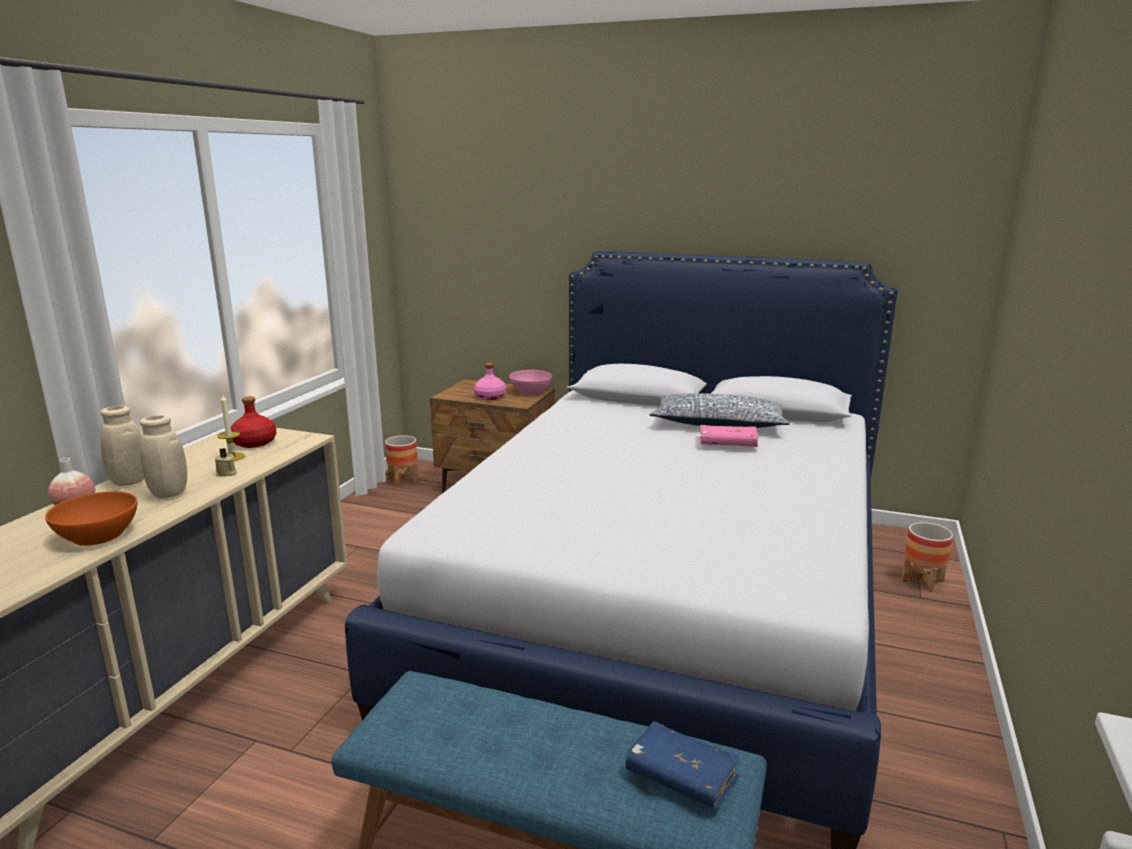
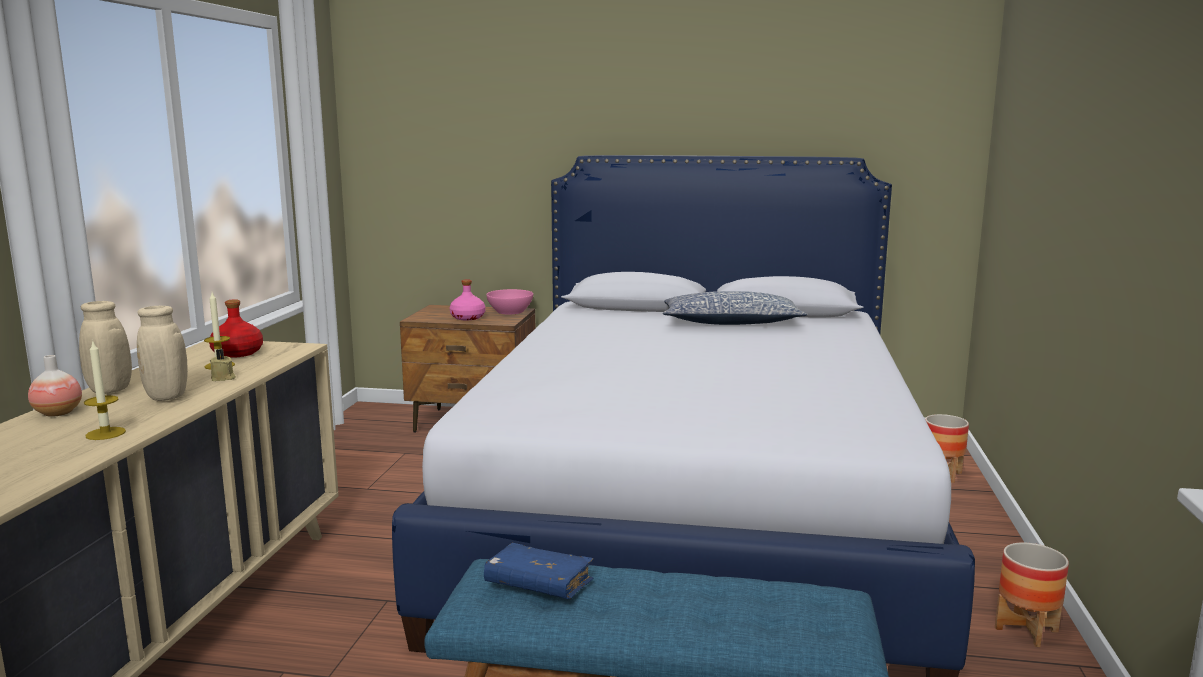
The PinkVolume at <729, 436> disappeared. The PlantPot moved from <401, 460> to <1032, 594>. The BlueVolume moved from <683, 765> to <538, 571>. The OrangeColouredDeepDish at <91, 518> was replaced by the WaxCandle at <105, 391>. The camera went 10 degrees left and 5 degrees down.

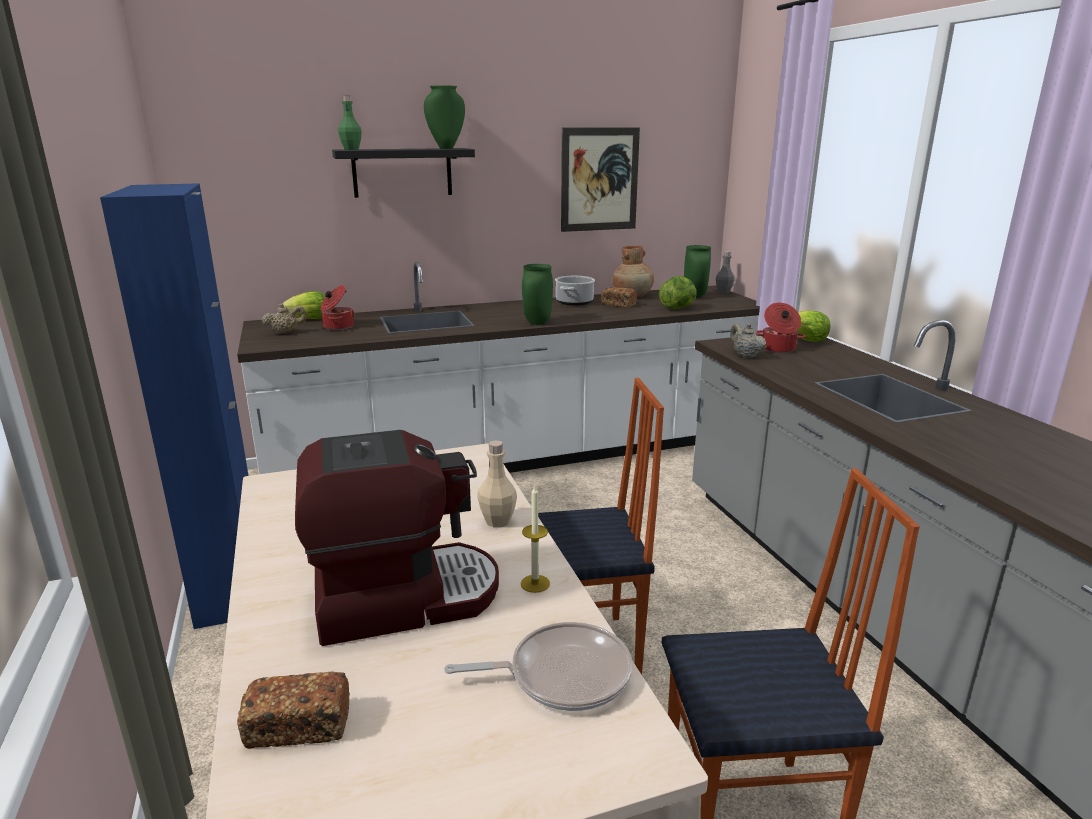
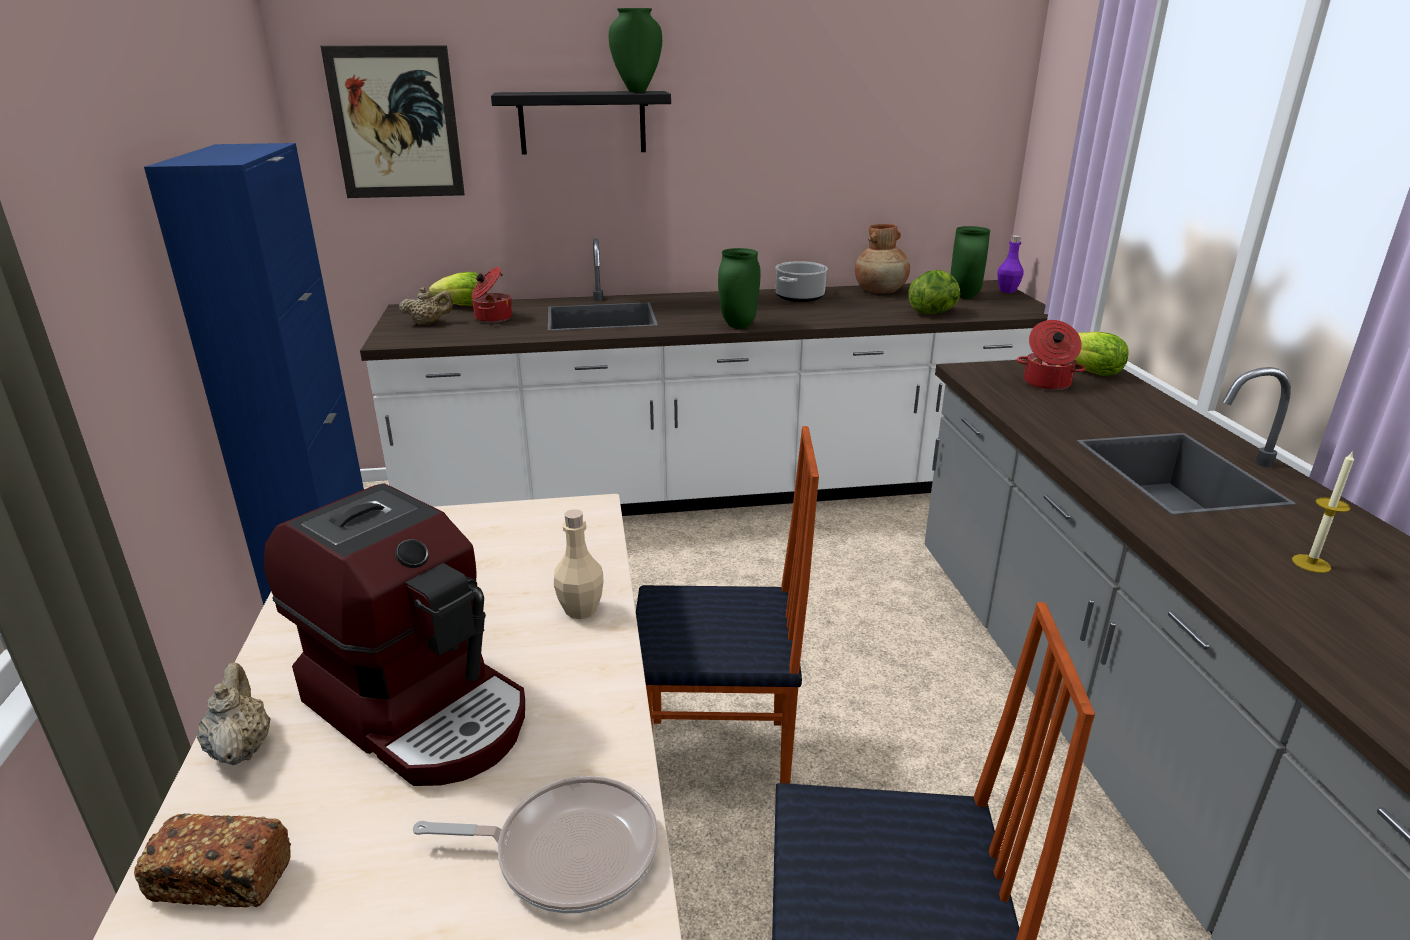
The GreenBottle at <350, 122> disappeared. The BakeryBread at <619, 297> disappeared. The WaxCandle moved from <535, 539> to <1323, 512>. The Picture moved from <600, 179> to <392, 122>. The SandColouredPotForTea moved from <748, 340> to <234, 713>. The GrayBottle at <725, 272> became the PurpleColouredBottle at <1010, 264>. The CoffeeMachine at <397, 538> turned 45 degrees clockwise. The camera went 10 degrees right and 5 degrees up.

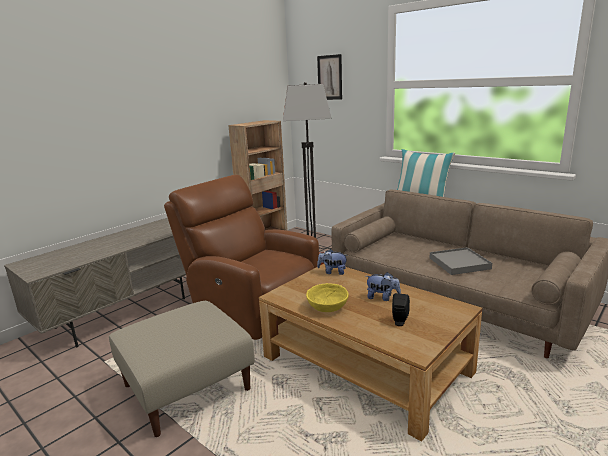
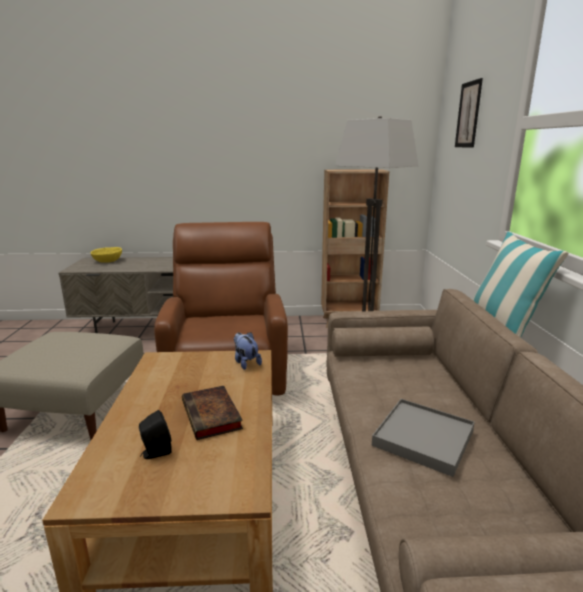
The YellowDeepDish moved from <327, 297> to <106, 255>. The CuddlyToy at <383, 286> was replaced by the Volume at <212, 413>. The camera went 45 degrees right and 0 degrees up.

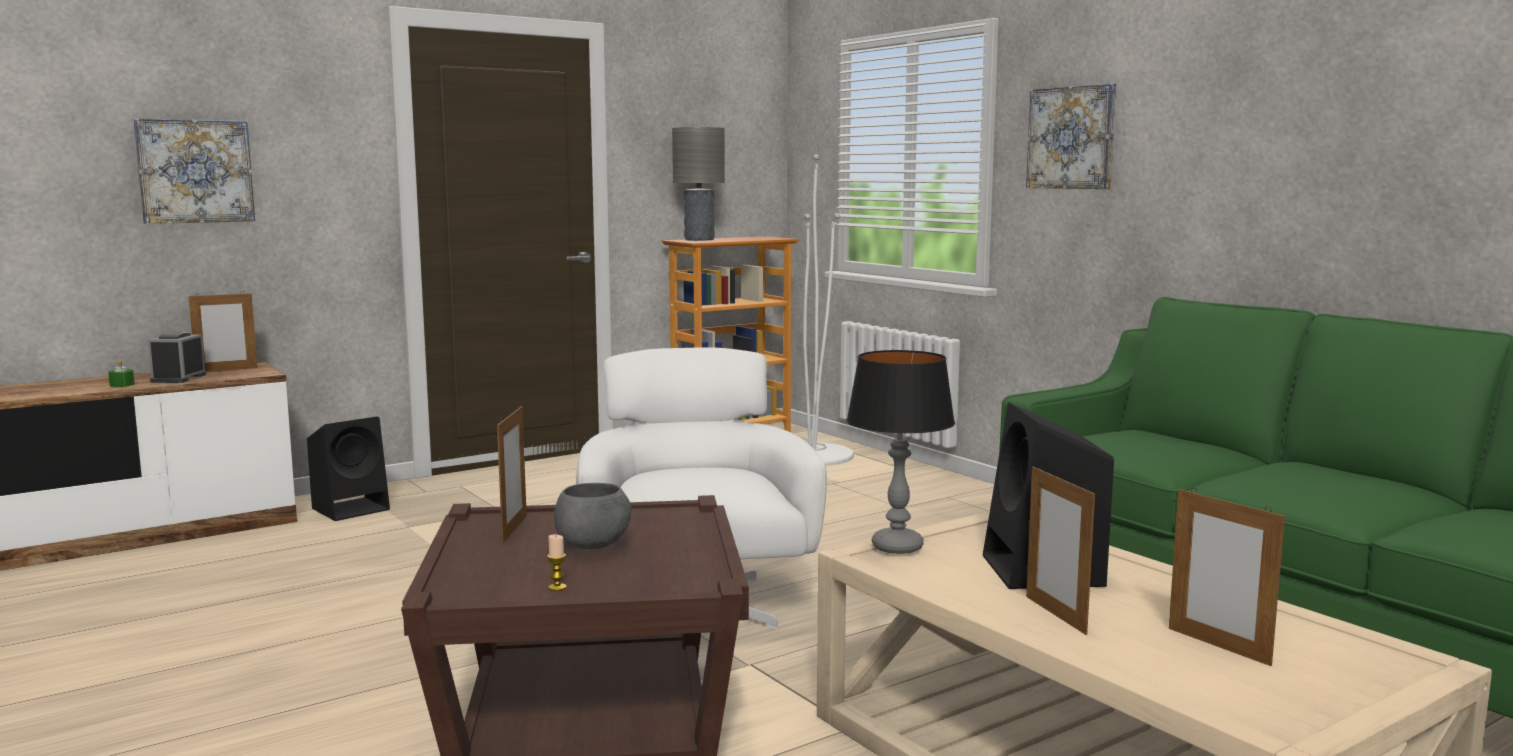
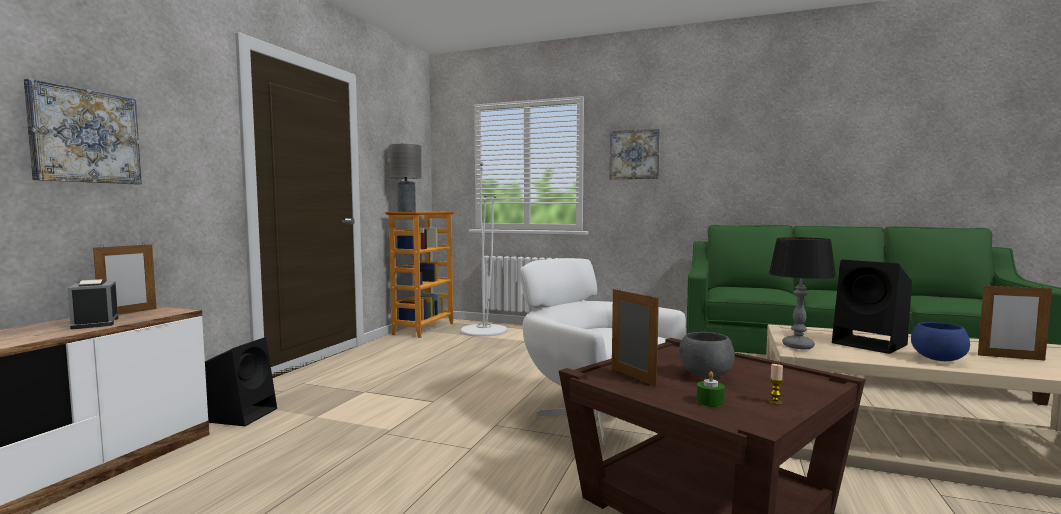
The GreenWaxCandle moved from <121, 373> to <711, 389>. The PictureFrame at <1060, 550> was replaced by the BlueDeepDish at <940, 341>. The camera went 35 degrees left and 5 degrees down.

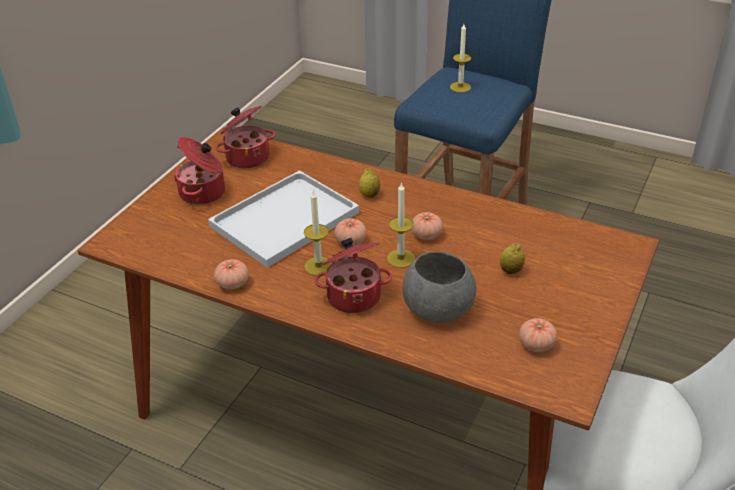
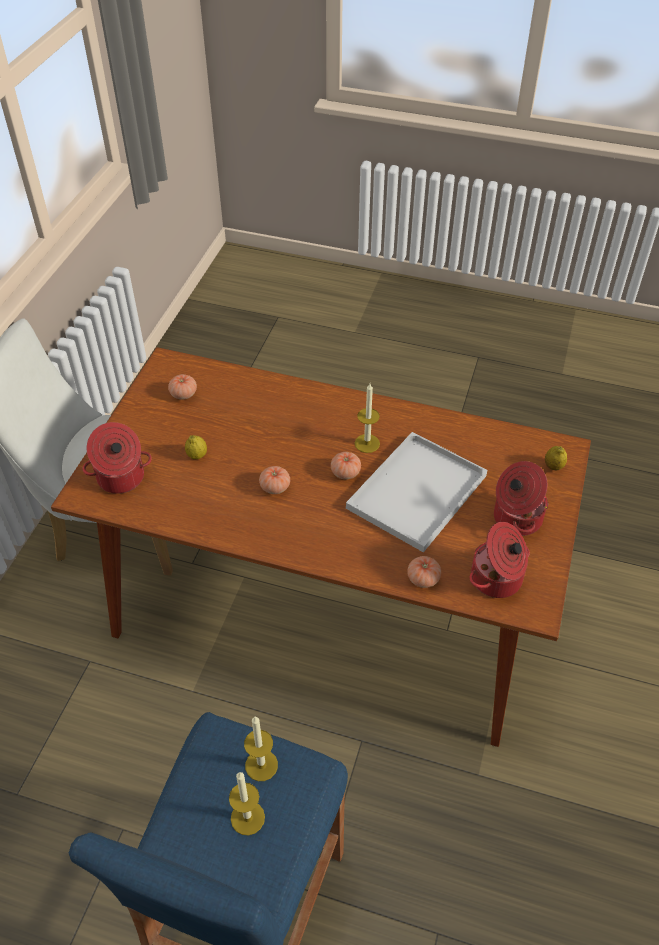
The GrayDeepDish at <439, 287> disappeared. The Tomato moved from <231, 274> to <424, 572>. The Saucepot moved from <353, 275> to <117, 458>. The WholeLemon moved from <369, 183> to <556, 458>. The WaxCandle moved from <401, 225> to <261, 749>. The camera went 170 degrees right and 10 degrees up.

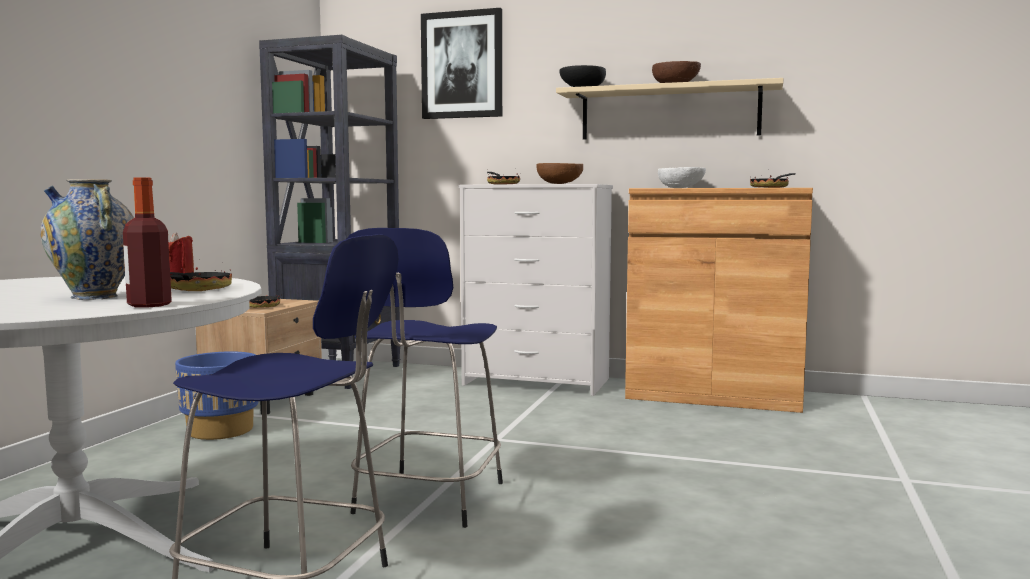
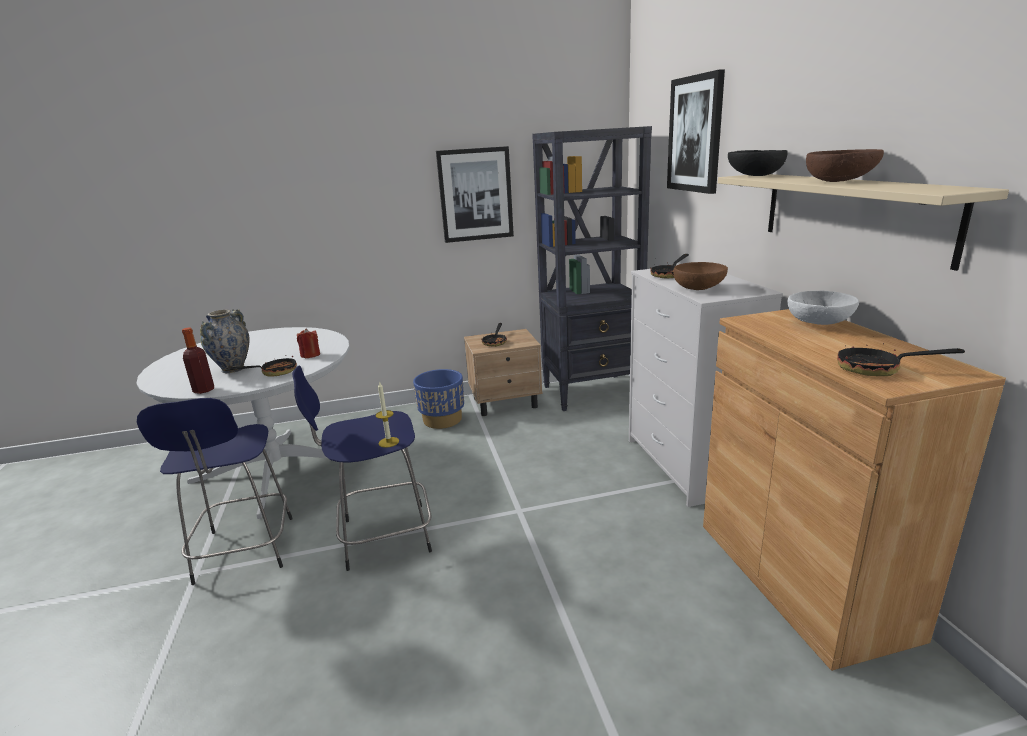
The WaxCandle at <387, 414> appeared. The Picture at <475, 194> appeared. The camera went 60 degrees right and 15 degrees up.

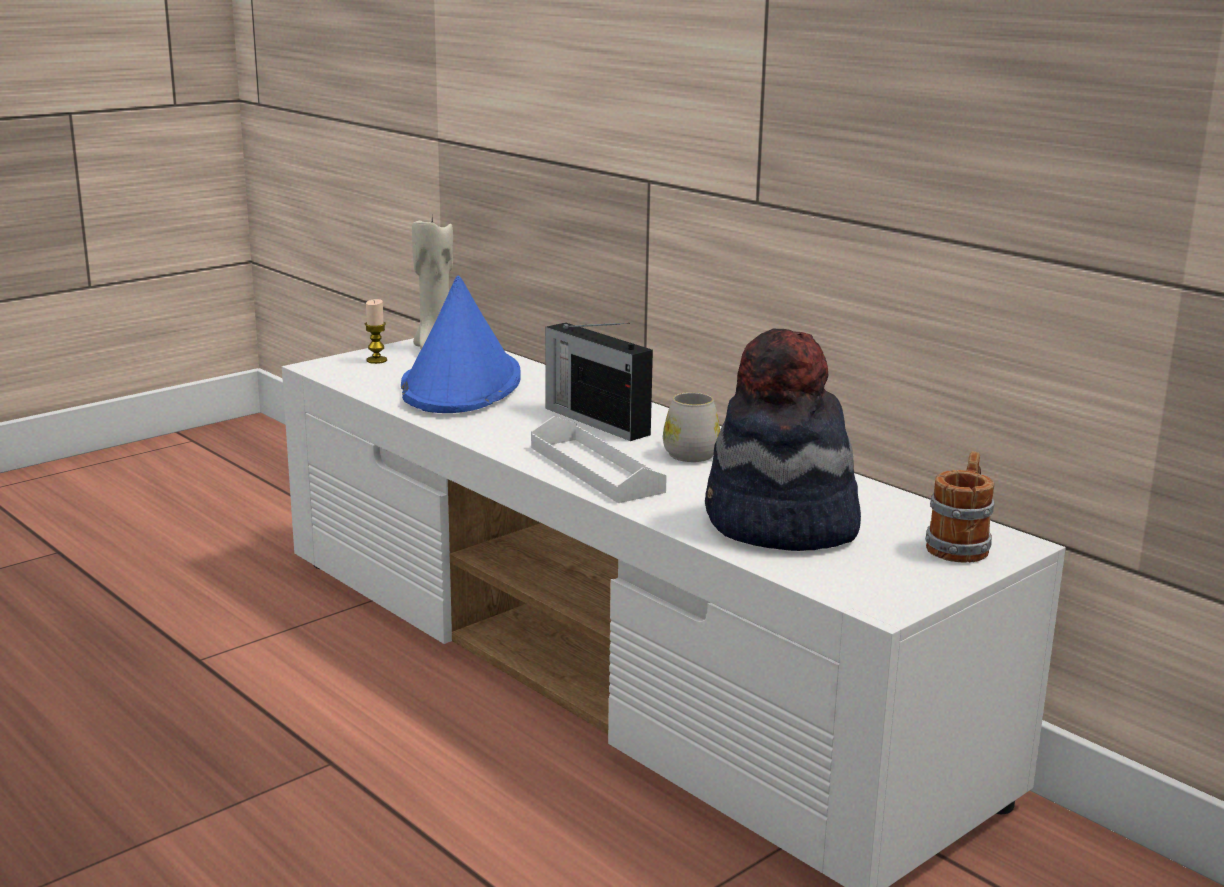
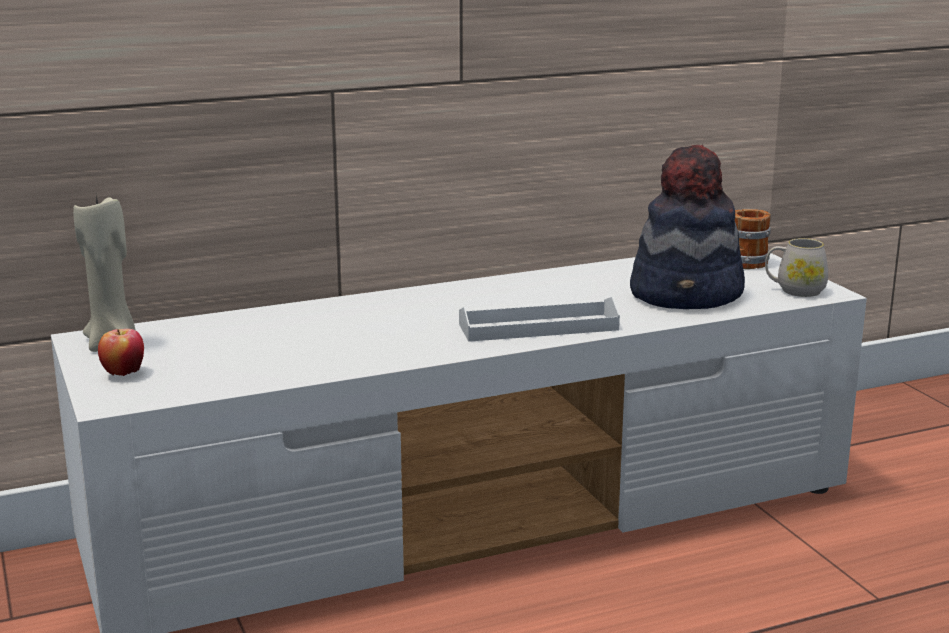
The BlueHat at <461, 344> disappeared. The RadioSet at <599, 381> disappeared. The WhiteColouredMug moved from <691, 427> to <796, 267>. The WaxCandle at <376, 331> was replaced by the WholeApple at <121, 352>. The camera went 70 degrees left and 0 degrees up.

